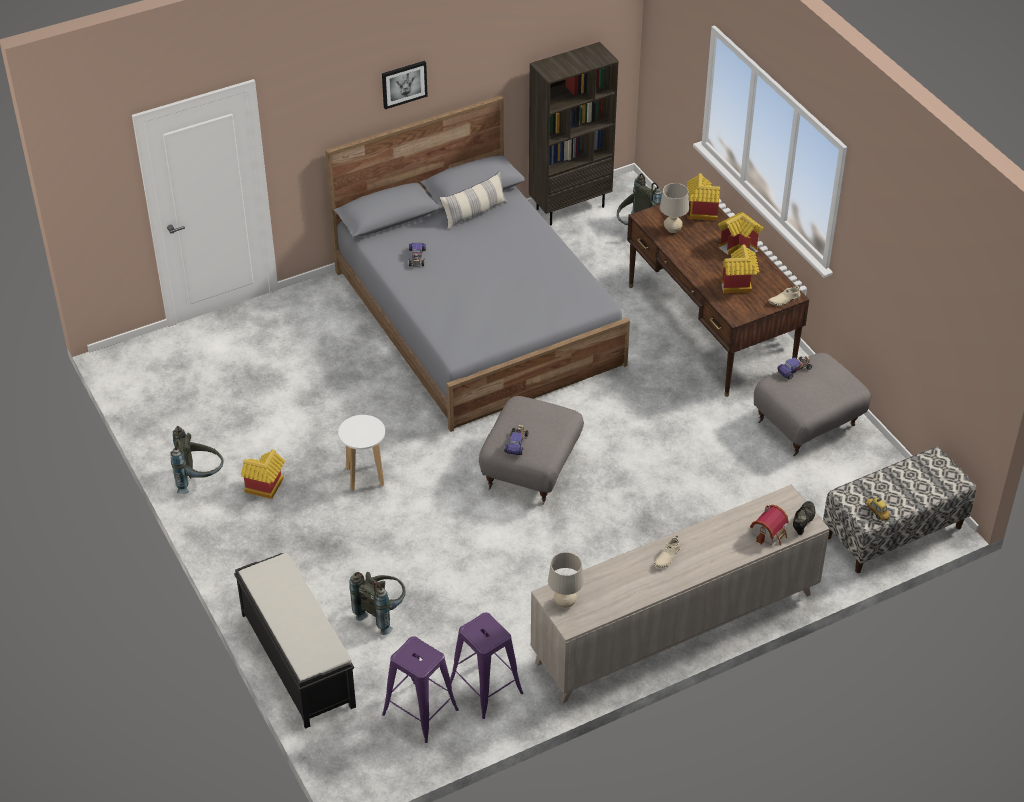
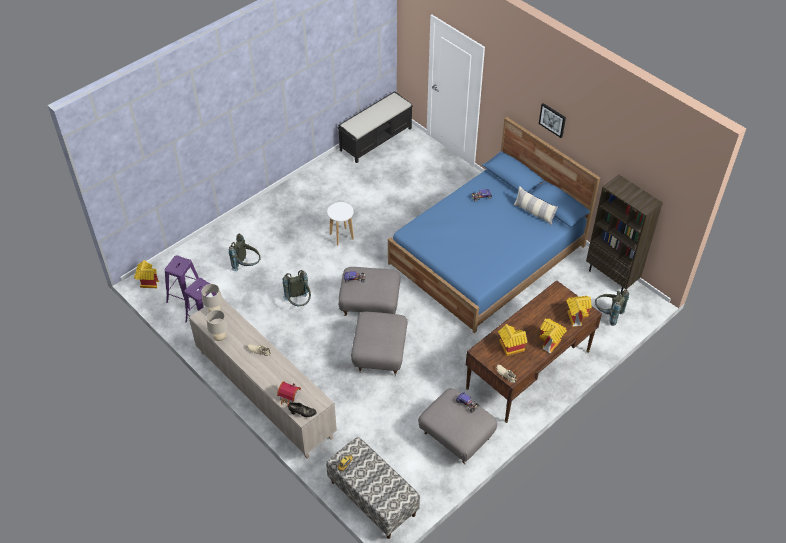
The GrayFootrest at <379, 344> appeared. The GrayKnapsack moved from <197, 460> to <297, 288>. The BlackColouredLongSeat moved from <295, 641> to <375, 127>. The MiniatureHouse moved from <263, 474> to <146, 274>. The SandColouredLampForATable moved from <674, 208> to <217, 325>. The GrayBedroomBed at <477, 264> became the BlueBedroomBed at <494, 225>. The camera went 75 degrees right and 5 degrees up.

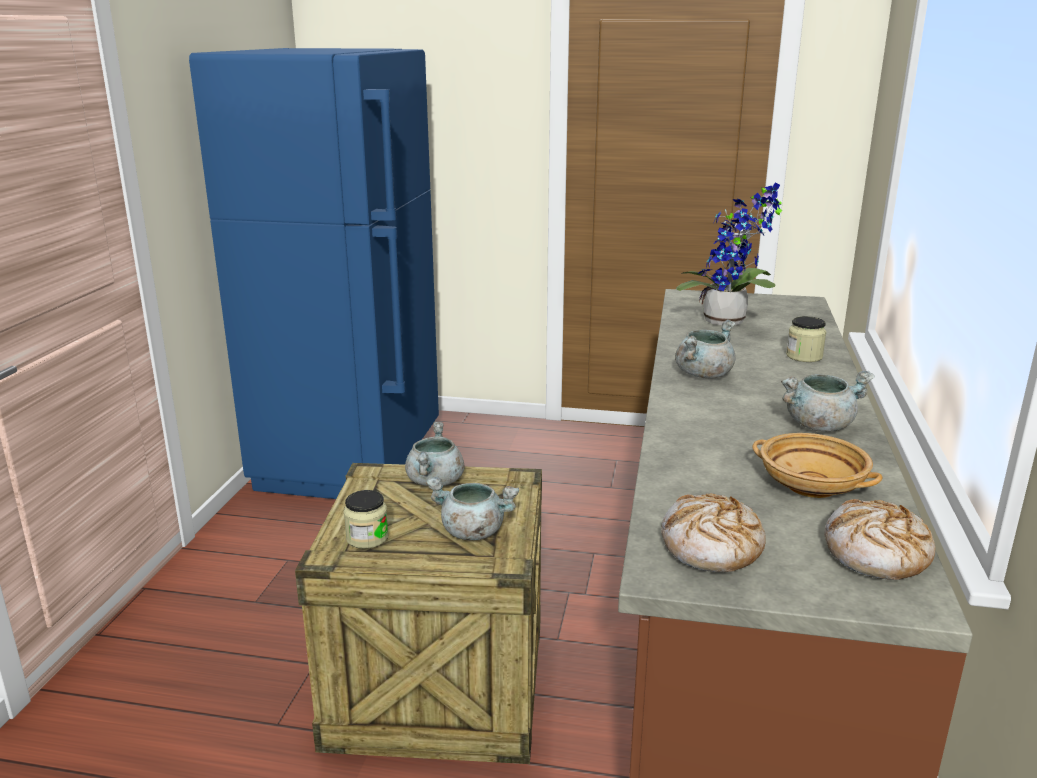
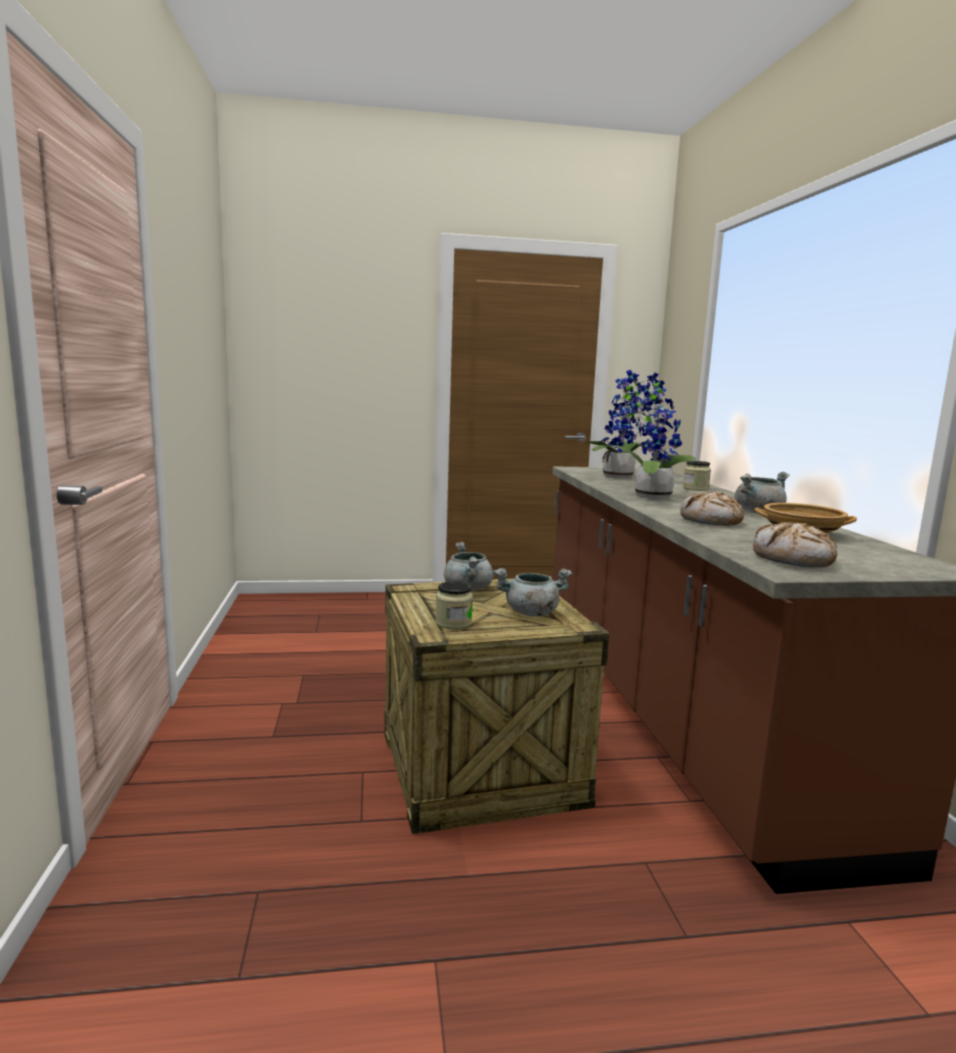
The BlueKitchenFridge at <314, 273> disappeared. The BakeryBread moved from <880, 539> to <712, 509>. The GraySaucepot at <705, 349> was replaced by the Houseplant at <650, 434>. The camera went 20 degrees left and 10 degrees down.

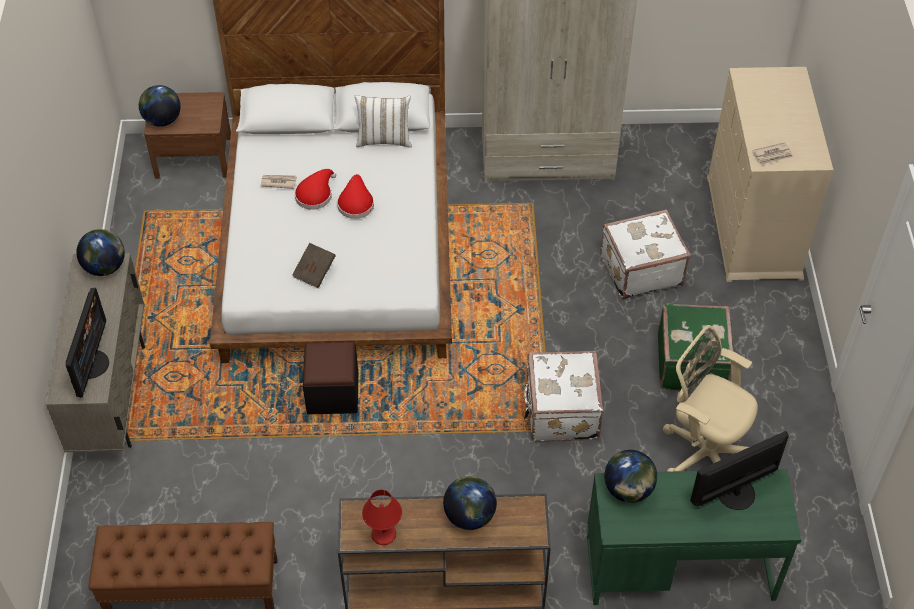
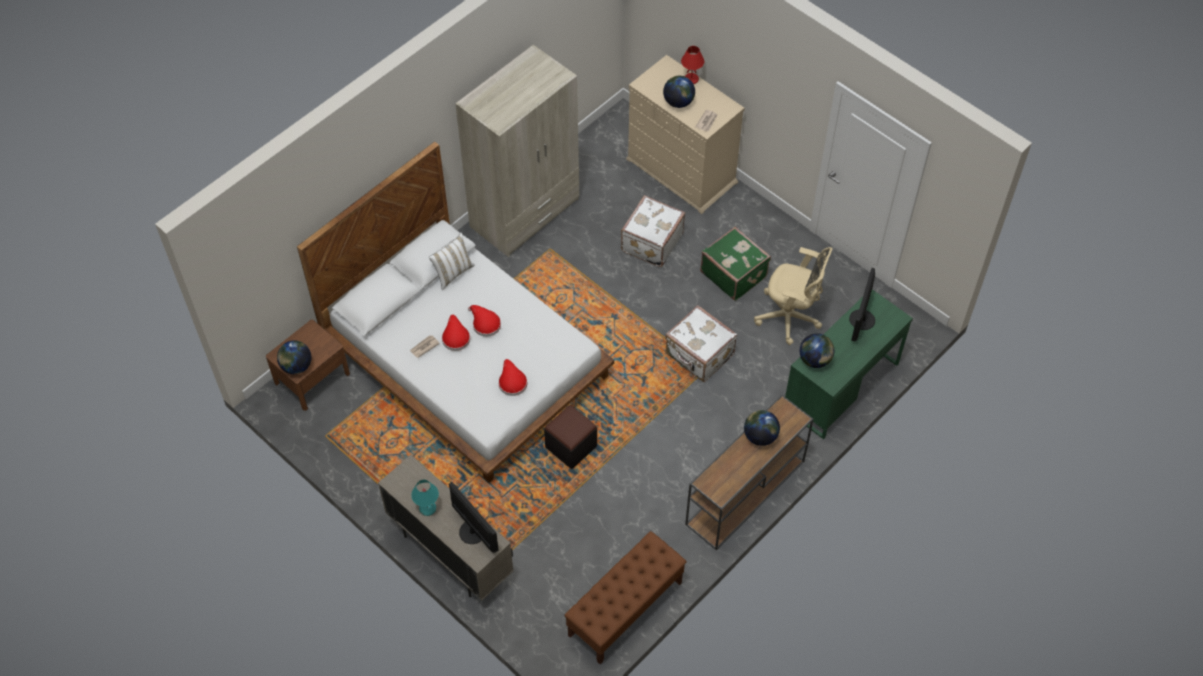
The BlueGreenLampForATable at <425, 498> appeared. The WorldGlobe moved from <100, 252> to <679, 92>. The ReddishLampForATable moved from <382, 517> to <692, 65>. The BrownishVolume at <314, 265> was replaced by the ReddishHat at <512, 377>. The SandColouredComputerChair at <710, 398> turned 150 degrees counterclockwise. The camera went 45 degrees left and 5 degrees up.

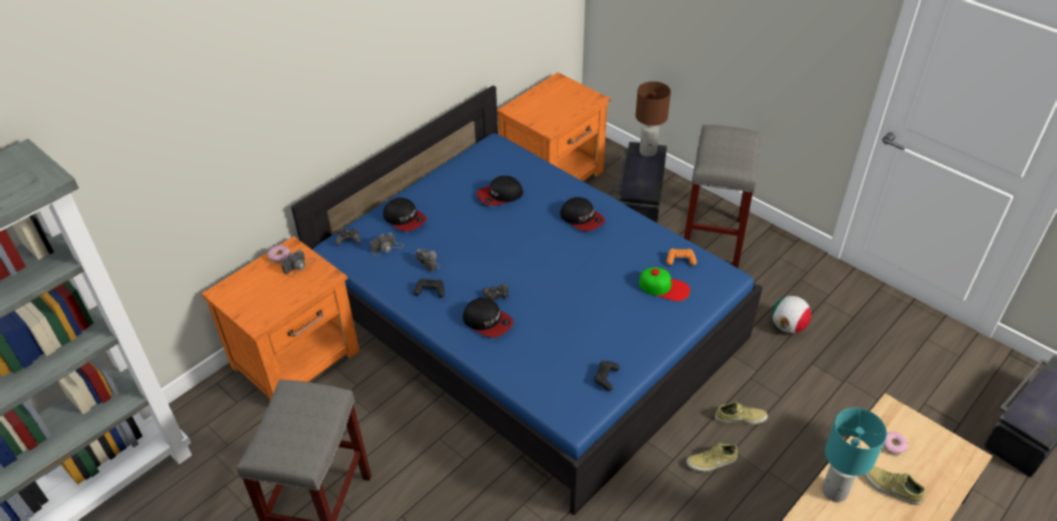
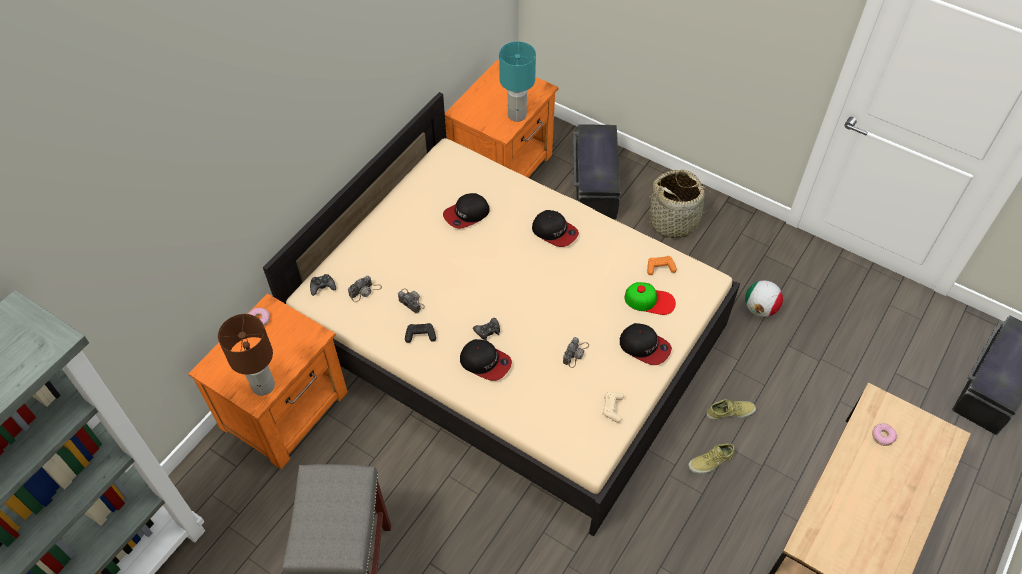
The SandColouredItemOfFootwear at <895, 485> disappeared. The PhotoCamera moved from <298, 263> to <576, 352>. The BaseballCap moved from <405, 214> to <646, 344>. The BrownishLampForATable moved from <653, 119> to <246, 355>. The BlueGreenLampForATable moved from <854, 455> to <517, 81>. The GraySittingStool at <722, 196> was replaced by the Basket at <677, 204>. The BlueBedroomBed at <527, 301> became the SandColouredBedroomBed at <501, 314>. The BlackColouredGameController at <607, 376> became the SandColouredGameController at <613, 407>. The camera went 10 degrees left and 10 degrees up.

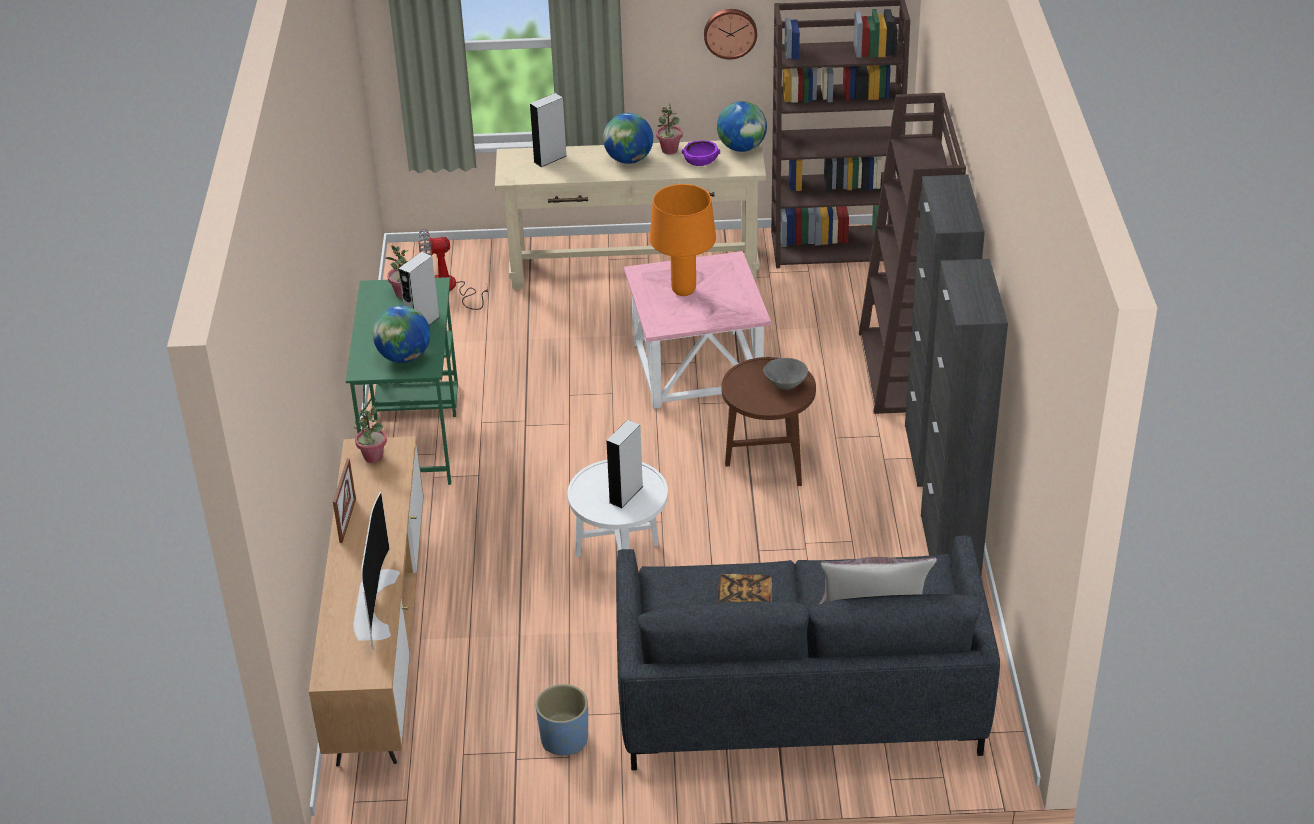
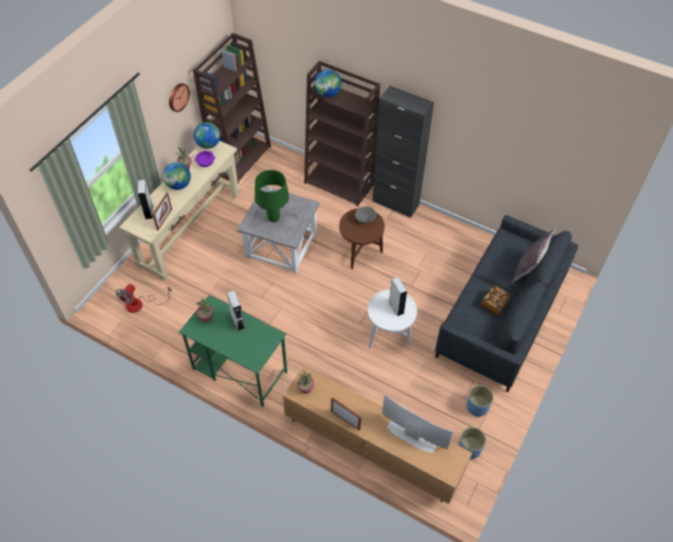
The BlackColouredCupboard at <964, 417> disappeared. The PictureFrame at <162, 212> appeared. The BluePlantPot at <472, 443> appeared. The WorldGlobe moved from <401, 334> to <328, 83>. The PinkSideTable at <697, 330> became the GraySideTable at <278, 230>. The OrangeColouredLampForATable at <683, 240> became the GreenLampForATable at <272, 196>. The camera went 60 degrees left and 15 degrees up.

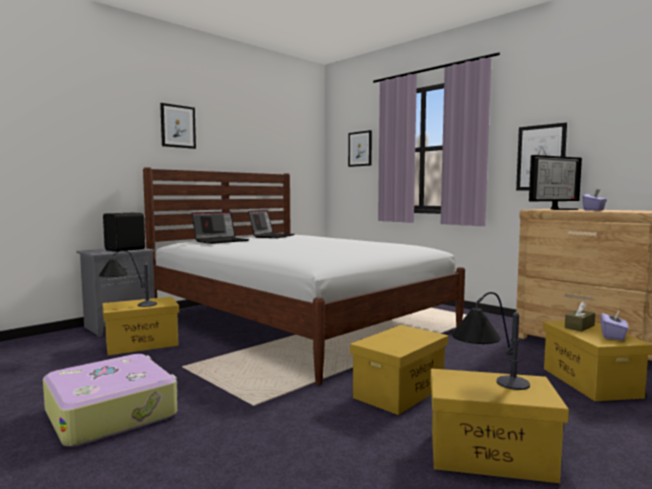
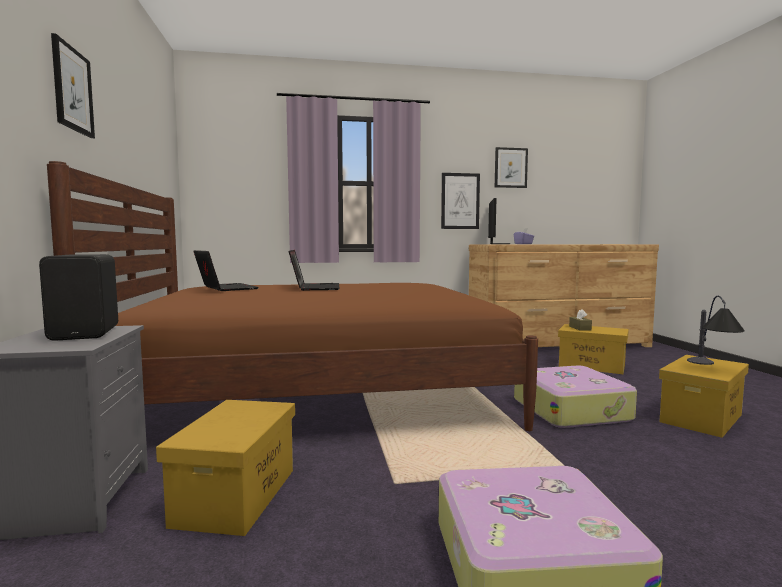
The LampForATable at <128, 278> disappeared. The PurpleColouredTissueHolder at <615, 325> disappeared. The Laptop moved from <220, 227> to <314, 270>. The Picture moved from <360, 148> to <511, 167>. The YellowStorageBox at <399, 370> was replaced by the Suitcase at <575, 397>. The WhiteColouredBedroomBed at <304, 276> became the BrownishBedroomBed at <292, 296>. The camera went 55 degrees left and 0 degrees up.

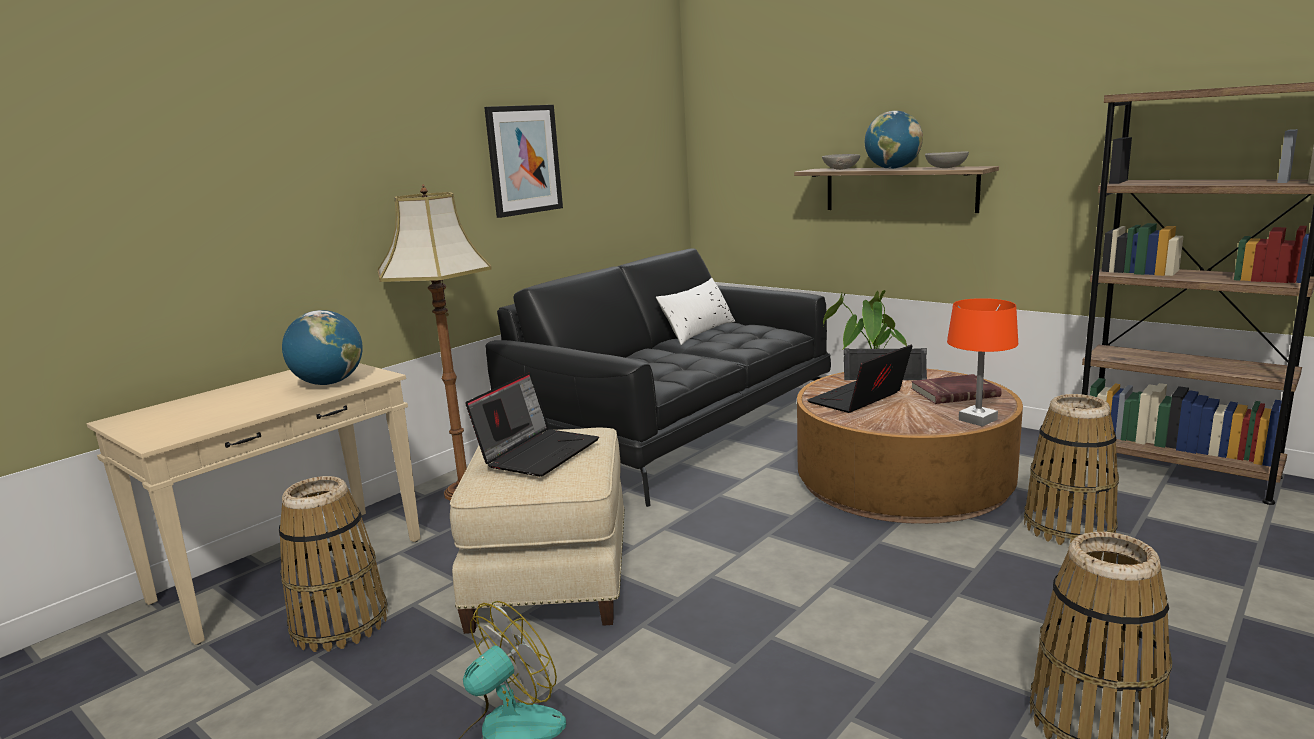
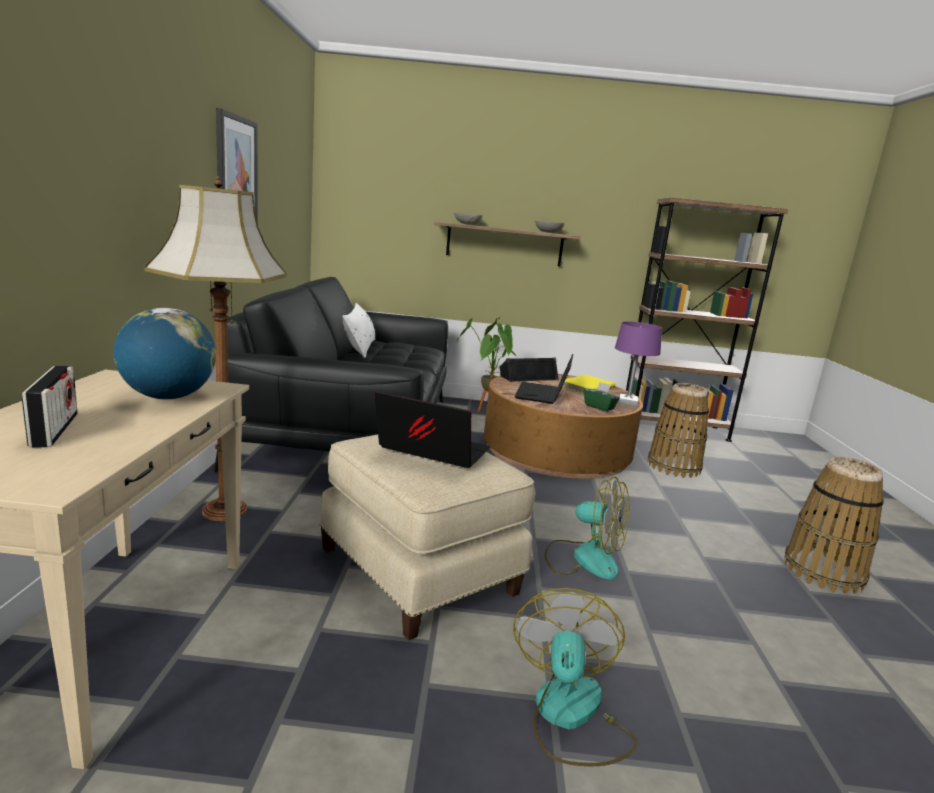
The Basket at <333, 564> disappeared. The WorldGlobe at <894, 140> disappeared. The RadioSet at <50, 407> appeared. The ElectricFan at <587, 528> appeared. The GreenTissueHolder at <602, 396> appeared. The ReddishVolume at <956, 389> became the YellowVolume at <587, 384>. The OrangeColouredLampForATable at <982, 362> became the PurpleColouredLampForATable at <638, 364>. The Laptop at <532, 424> turned 60 degrees counterclockwise. The camera went 40 degrees left and 0 degrees up.

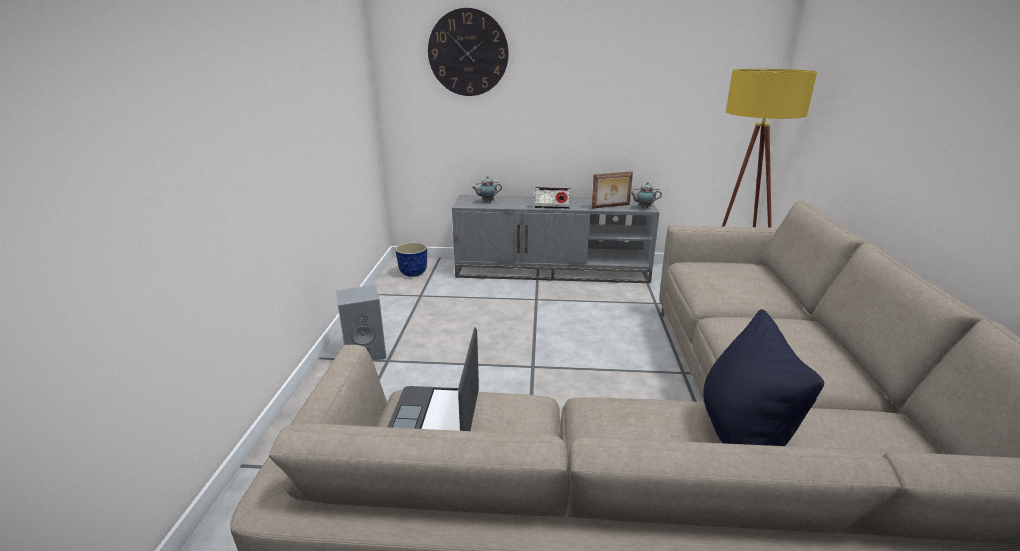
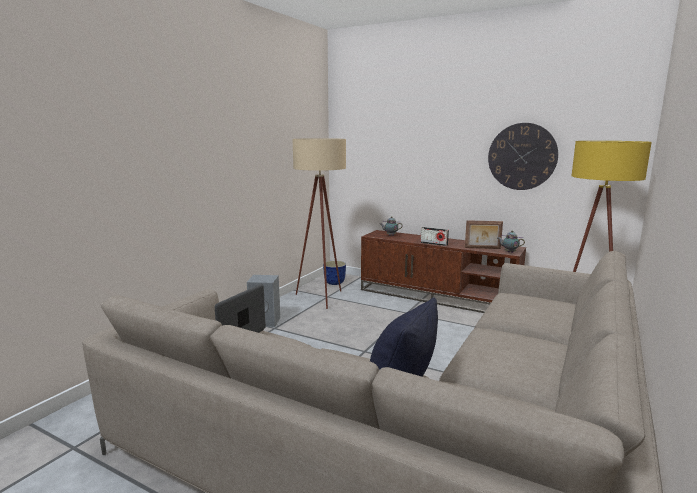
The SandColouredFloorLamp at <319, 223> appeared. The HangingClock moved from <468, 52> to <523, 156>. The GrayTvUnit at <556, 239> became the BrownishTvUnit at <443, 271>. The camera went 25 degrees right and 10 degrees down.

